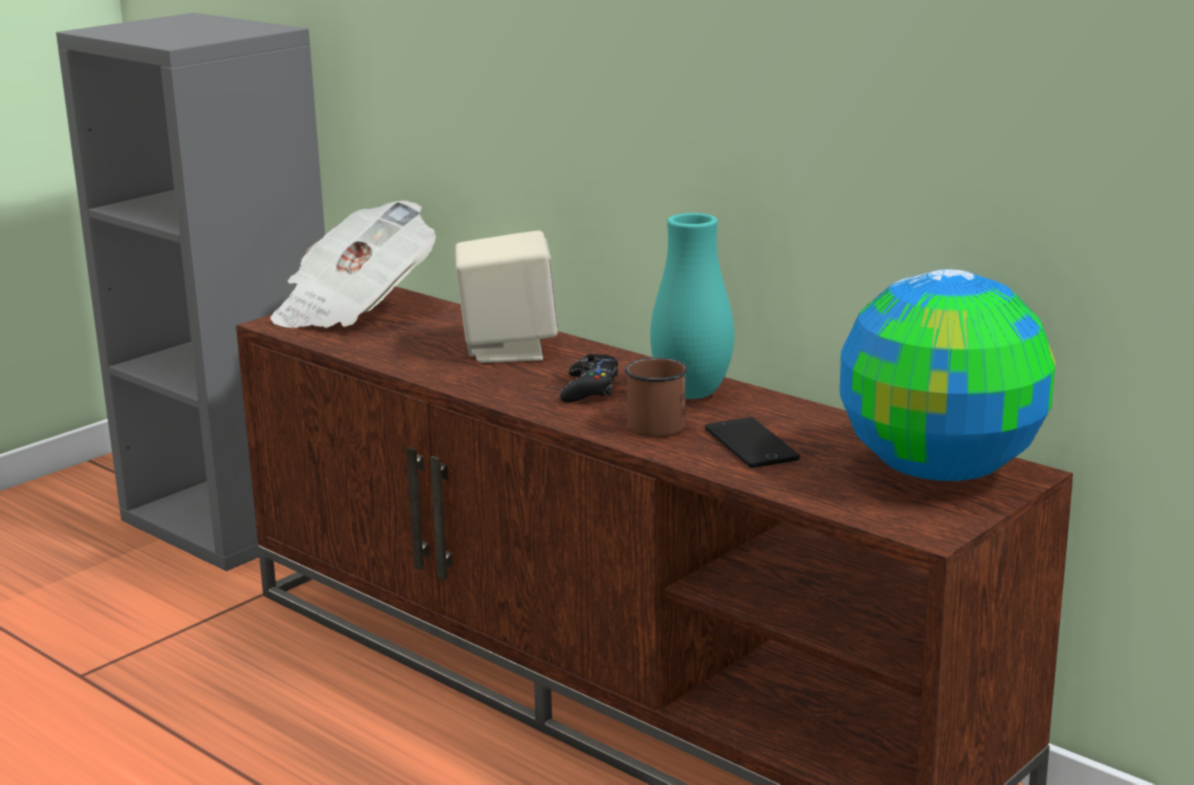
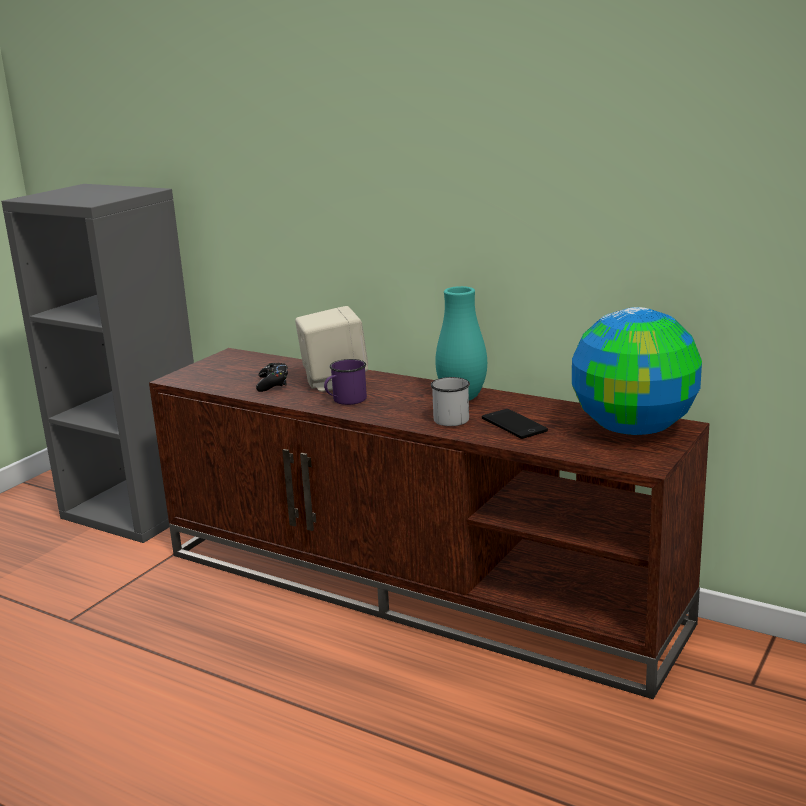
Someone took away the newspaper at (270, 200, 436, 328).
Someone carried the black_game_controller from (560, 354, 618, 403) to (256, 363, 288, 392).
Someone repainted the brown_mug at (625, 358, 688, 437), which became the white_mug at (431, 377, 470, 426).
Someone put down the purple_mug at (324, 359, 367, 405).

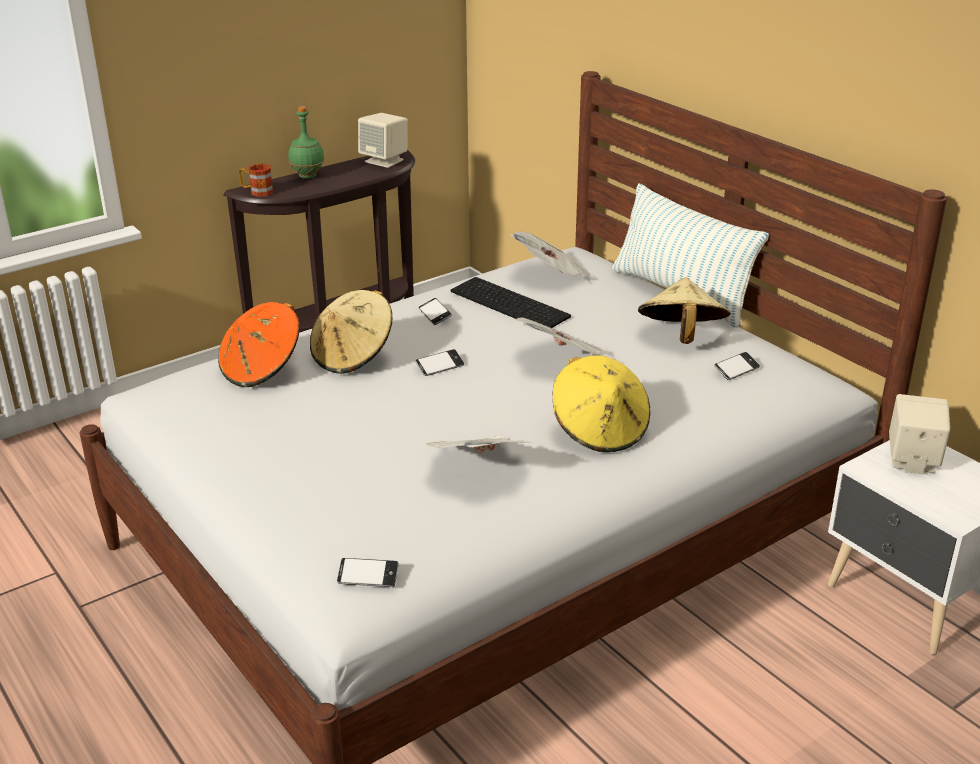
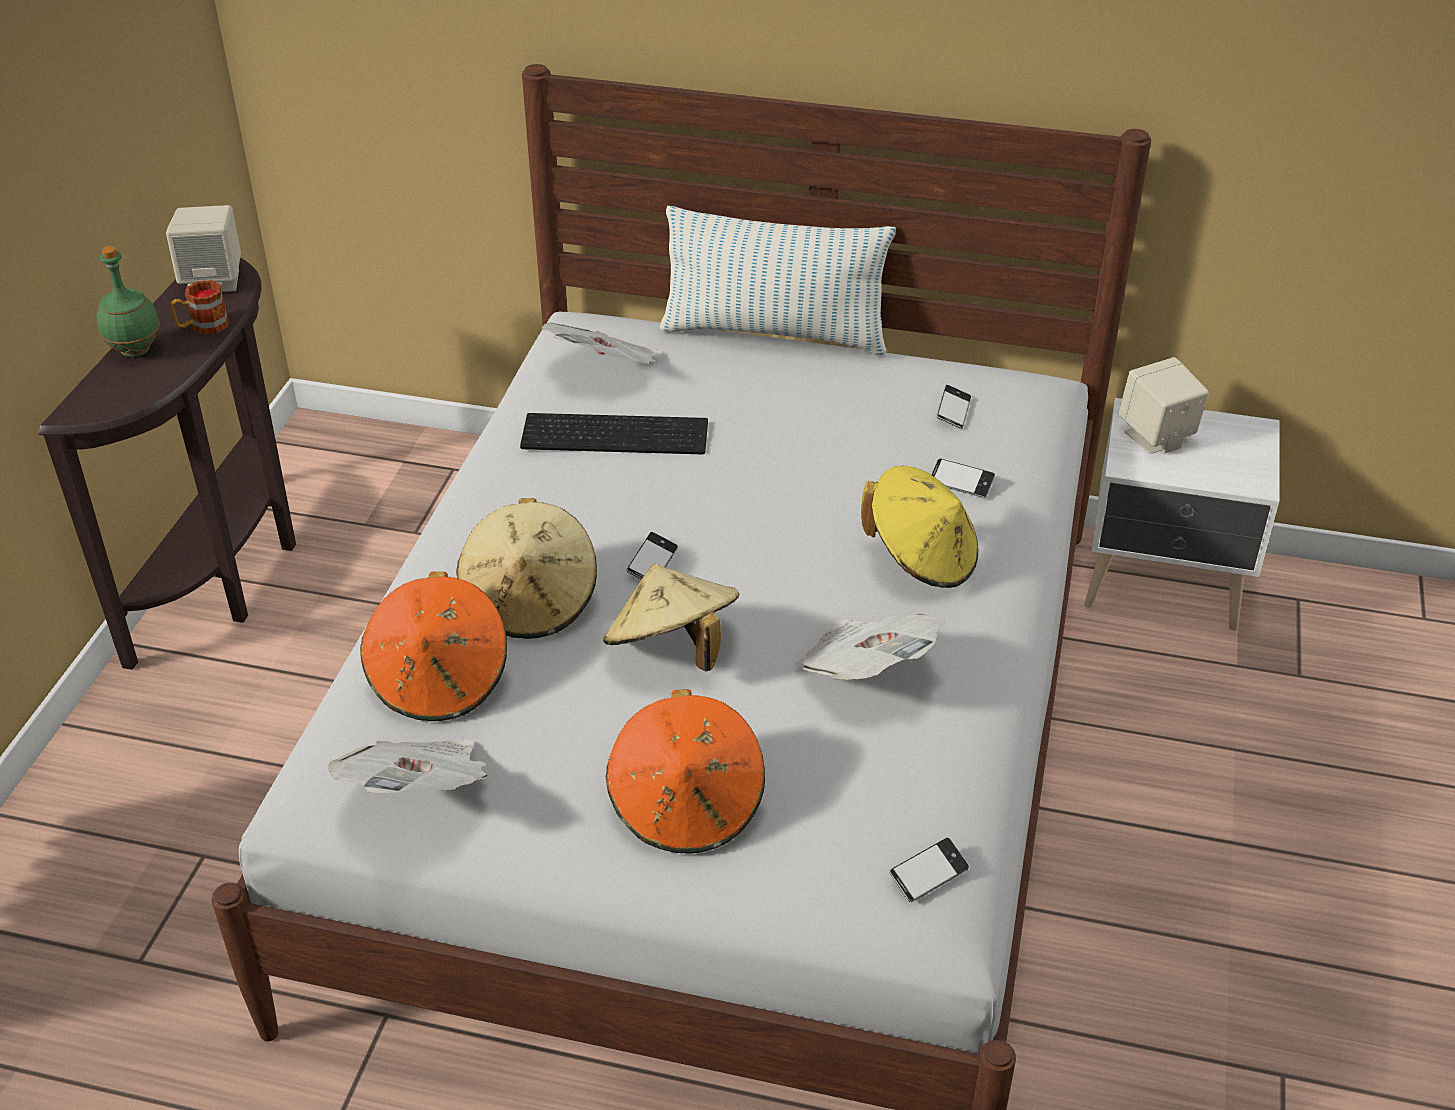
Someone carried the mug from (239, 164, 273, 197) to (170, 280, 229, 334).
Someone carried the phone from (419, 298, 452, 325) to (931, 459, 995, 498).
Someone carried the newspaper from (516, 317, 610, 356) to (328, 739, 487, 793).
Someone carried the beige_hat from (638, 277, 731, 344) to (603, 564, 739, 672).
Someone put down the orange_hat at (606, 689, 765, 854).

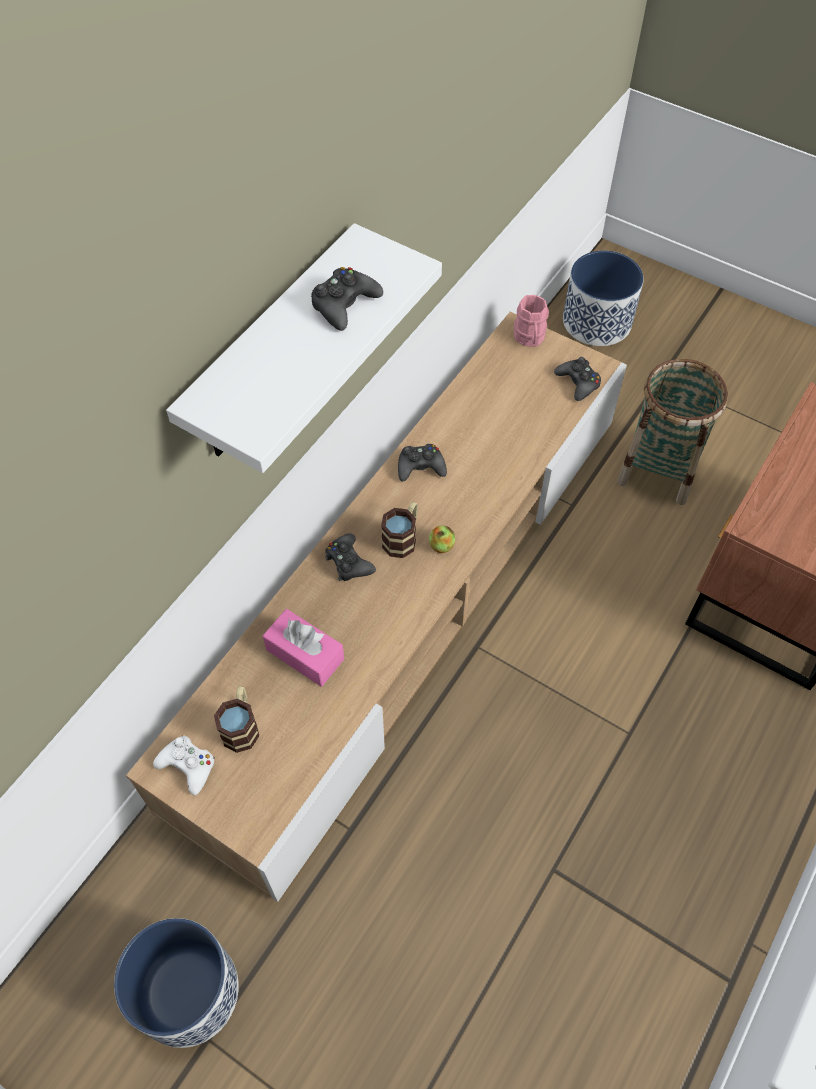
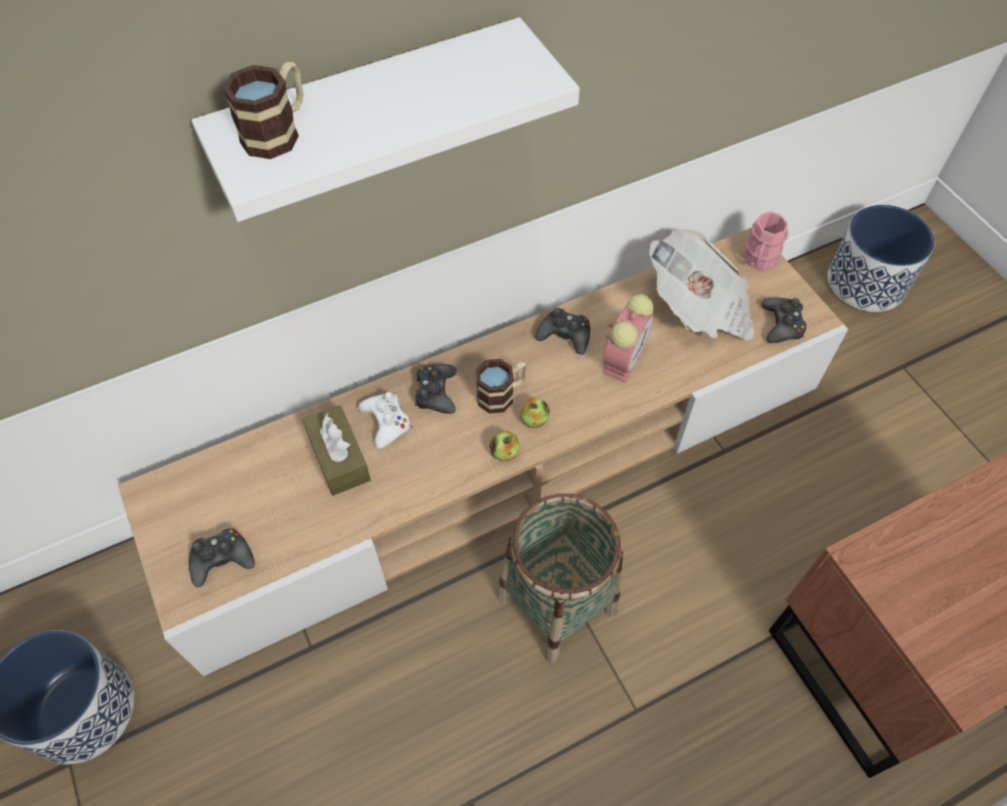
Someone carried the white_game_controller from (153, 736, 215, 795) to (358, 392, 412, 449).
Someone carried the mug from (214, 686, 259, 753) to (223, 62, 304, 159).
Someone repainted the pink_tissue_box at (263, 609, 344, 687), which became the brown_tissue_box at (302, 405, 371, 496).
Someone carried the black_game_controller from (311, 267, 383, 331) to (189, 529, 255, 587).
Someone carried the basket from (617, 359, 728, 505) to (497, 494, 623, 663).
Someone put down the apple at (489, 430, 520, 461).
Someone put down the alarm_clock at (603, 294, 654, 382).
Someone put down the newspaper at (649, 229, 755, 340).

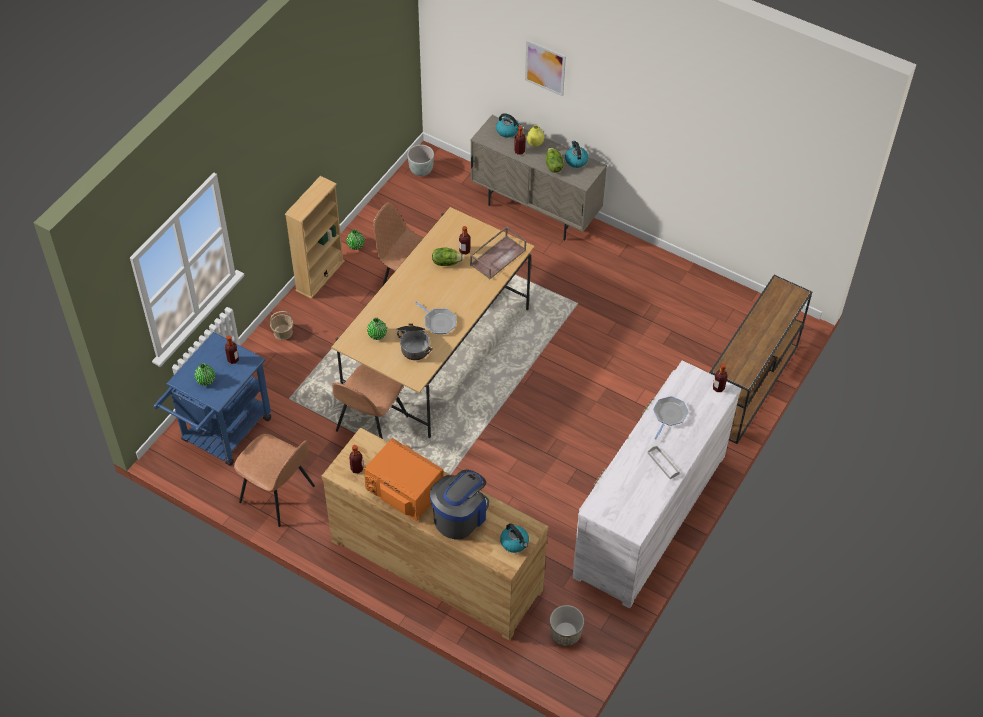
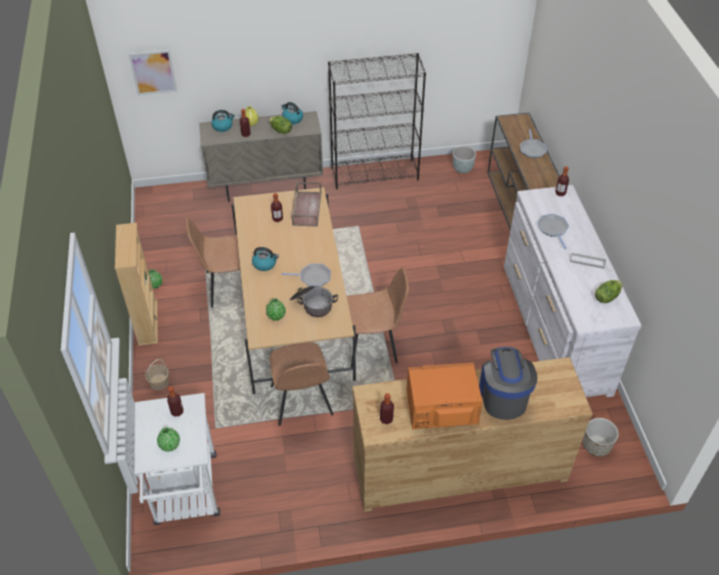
Someone repainted the blue_cart at (154, 332, 271, 466), which became the white_cart at (134, 393, 220, 525).
Someone carried the brown_chair from (234, 434, 315, 527) to (347, 267, 409, 367).
Someone carried the grey_planter from (407, 145, 434, 176) to (453, 146, 476, 173).
Someone carried the lettuce from (432, 247, 464, 266) to (595, 280, 623, 303).
Someone carried the kettle from (500, 523, 529, 553) to (252, 247, 279, 271).
Someone carried the picture from (525, 40, 566, 96) to (128, 50, 177, 95).
Someone put down the black_bookcase at (328, 53, 426, 189).
Someone put down the frying_pan at (520, 129, 547, 158).

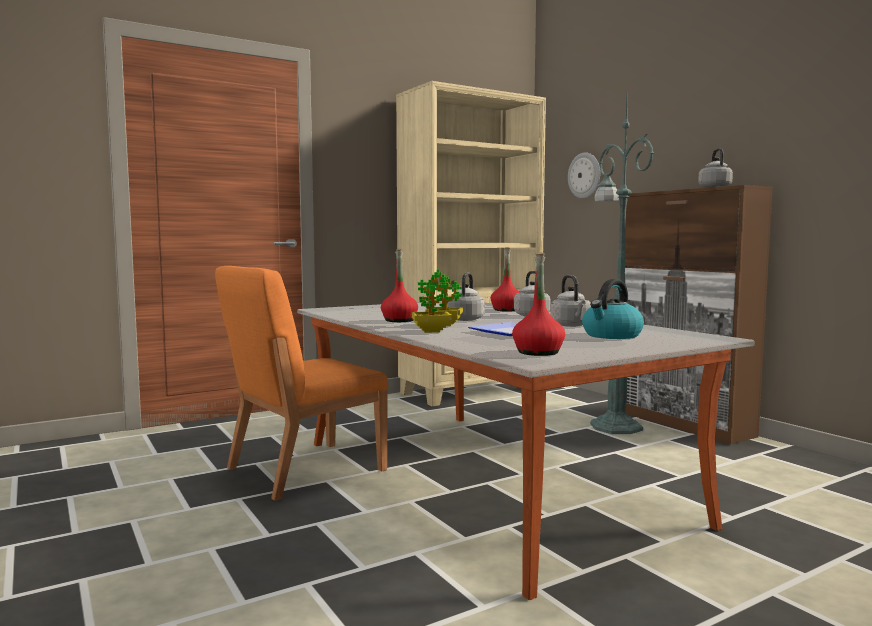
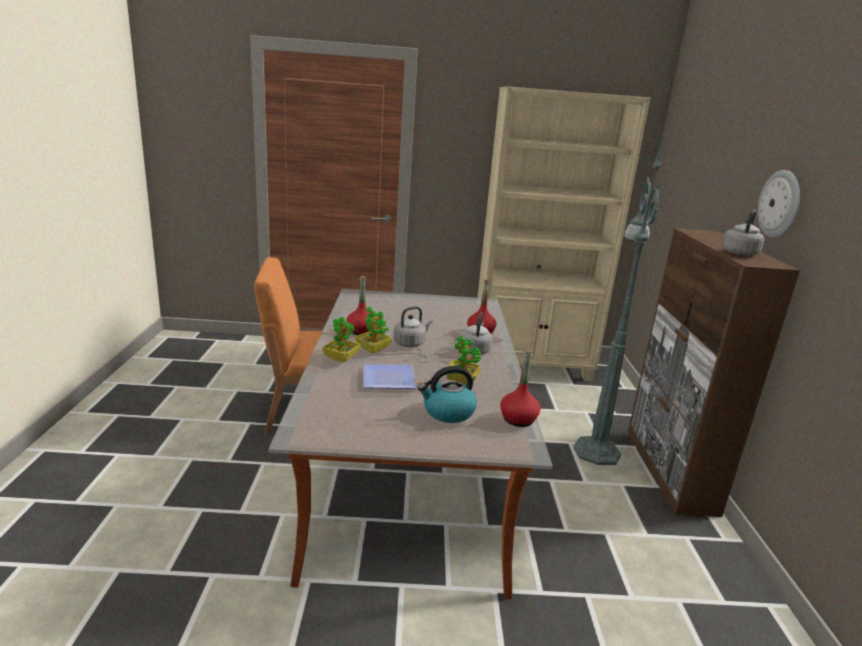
Someone carried the red_bottle from (512, 252, 565, 356) to (500, 349, 541, 427).
Someone swapped the grey_kettle at (550, 275, 591, 327) for the potted_plant at (447, 336, 481, 385).
Someone carried the wall_clock from (568, 152, 600, 198) to (757, 170, 800, 238).

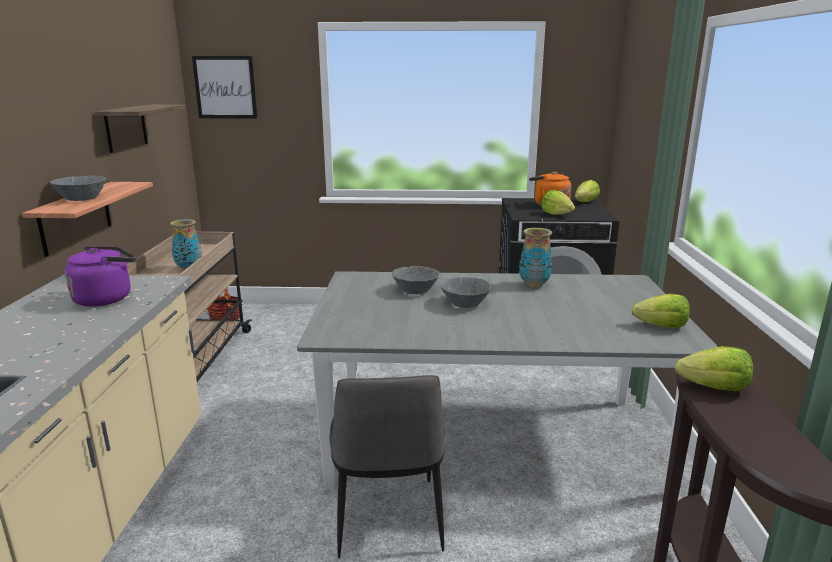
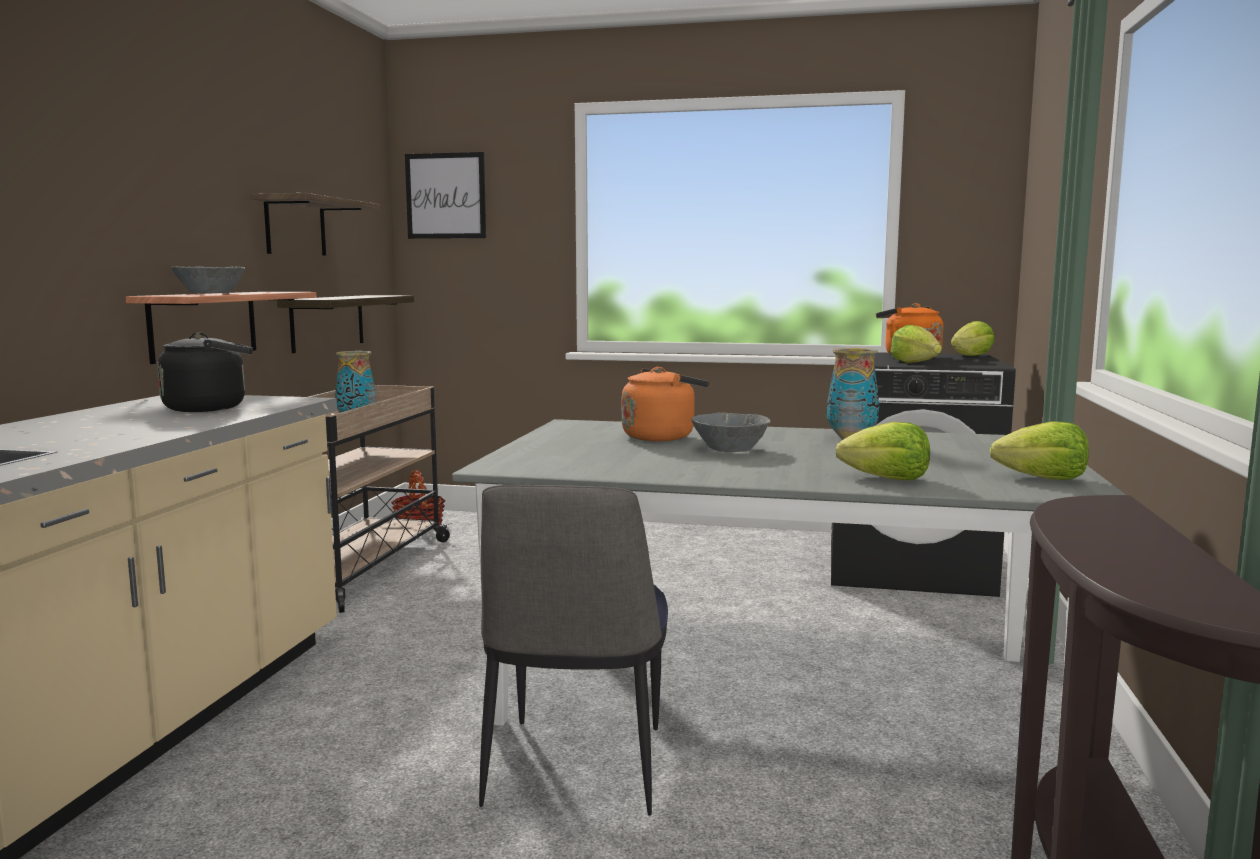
Someone repainted the purple_kettle at (65, 246, 136, 307), which became the black_kettle at (157, 333, 253, 412).
Someone swapped the grey_bowl at (392, 266, 439, 294) for the orange_kettle at (622, 367, 709, 441).
Someone carried the lettuce from (675, 346, 753, 391) to (836, 422, 930, 481).
Someone put up the shelf at (277, 295, 414, 353).

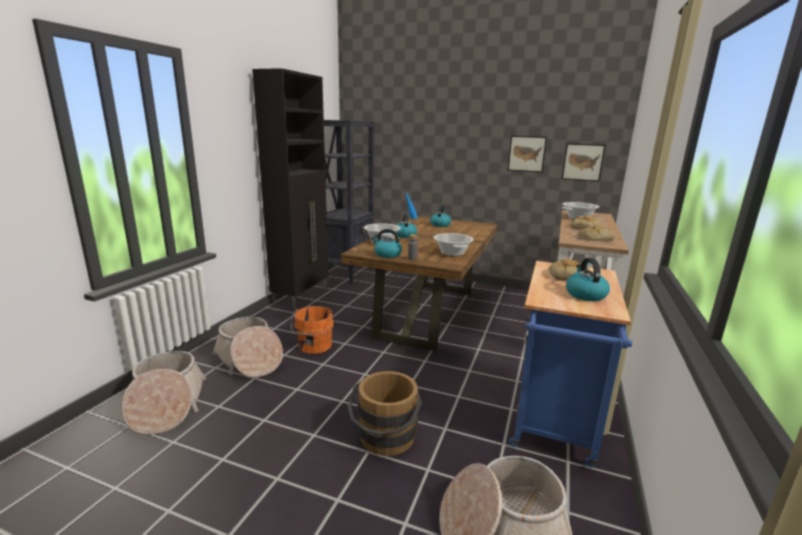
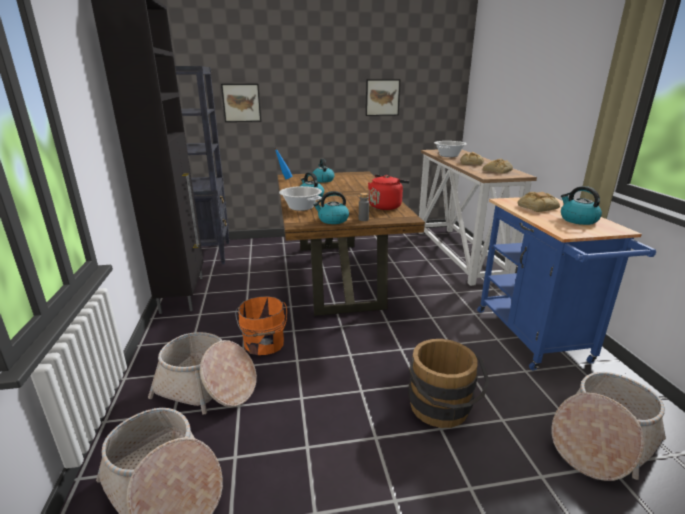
Someone swapped the cooking_pot at (433, 233, 474, 256) for the red_kettle at (368, 175, 410, 210).
Someone carried the picture from (562, 143, 606, 182) to (221, 84, 261, 122).

